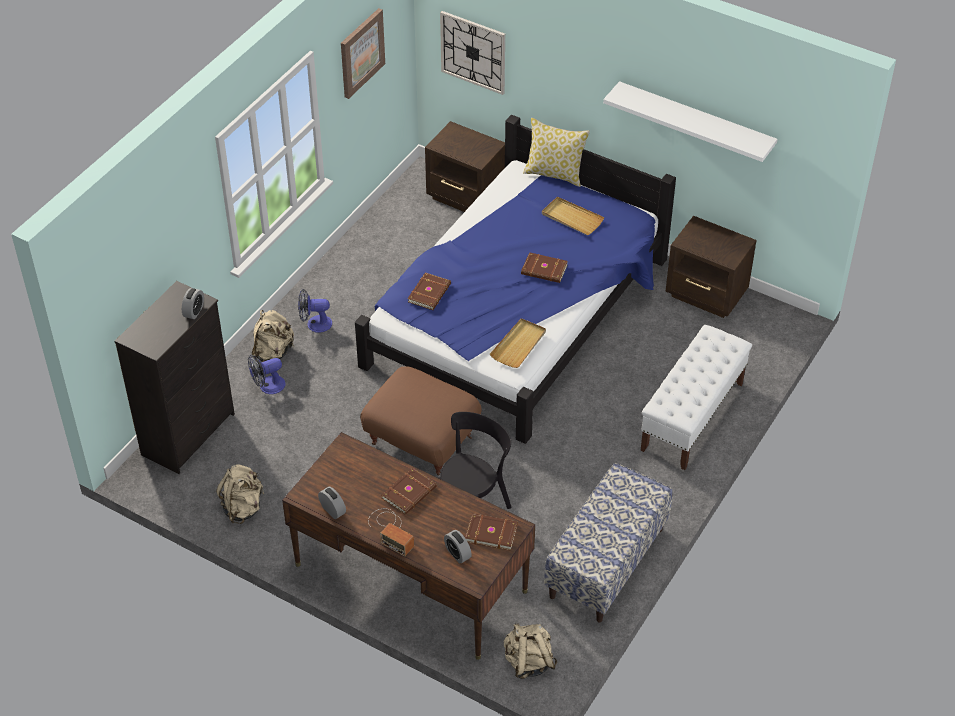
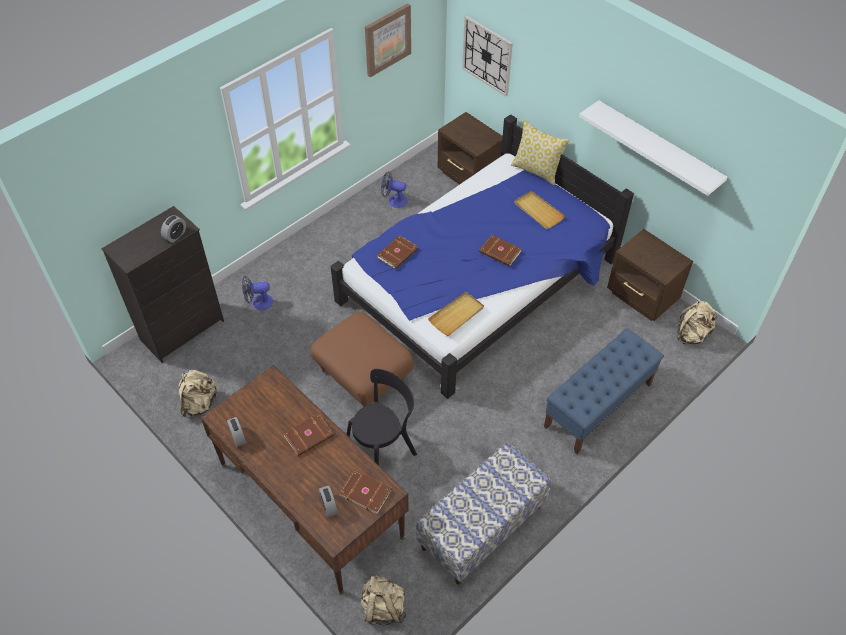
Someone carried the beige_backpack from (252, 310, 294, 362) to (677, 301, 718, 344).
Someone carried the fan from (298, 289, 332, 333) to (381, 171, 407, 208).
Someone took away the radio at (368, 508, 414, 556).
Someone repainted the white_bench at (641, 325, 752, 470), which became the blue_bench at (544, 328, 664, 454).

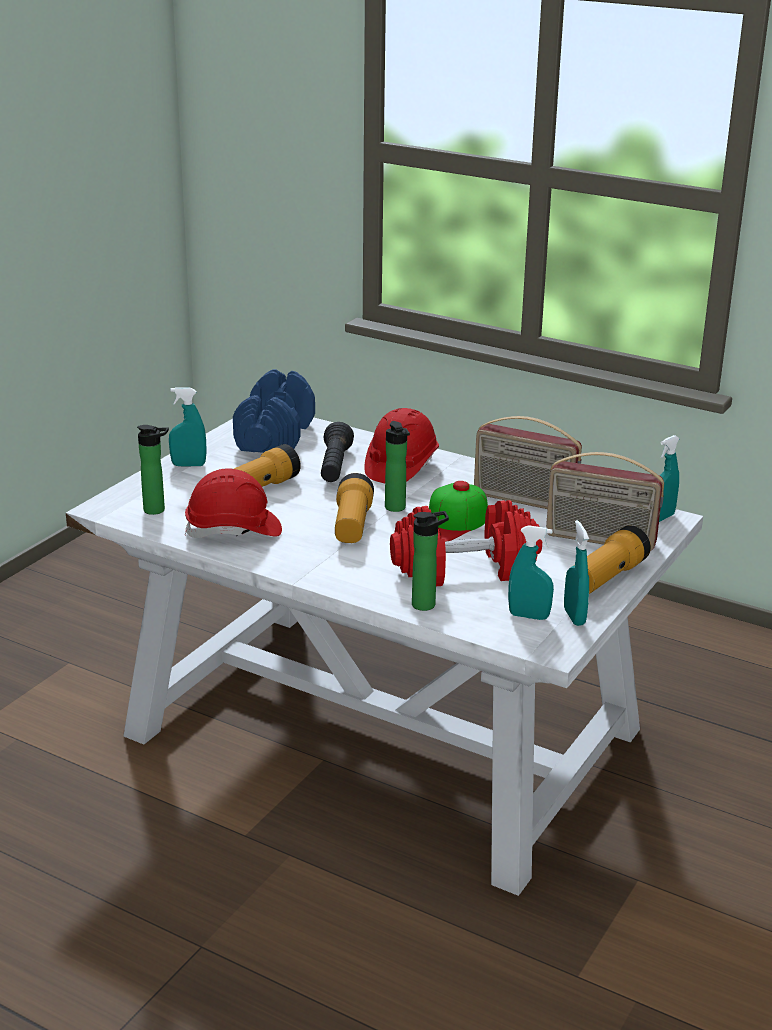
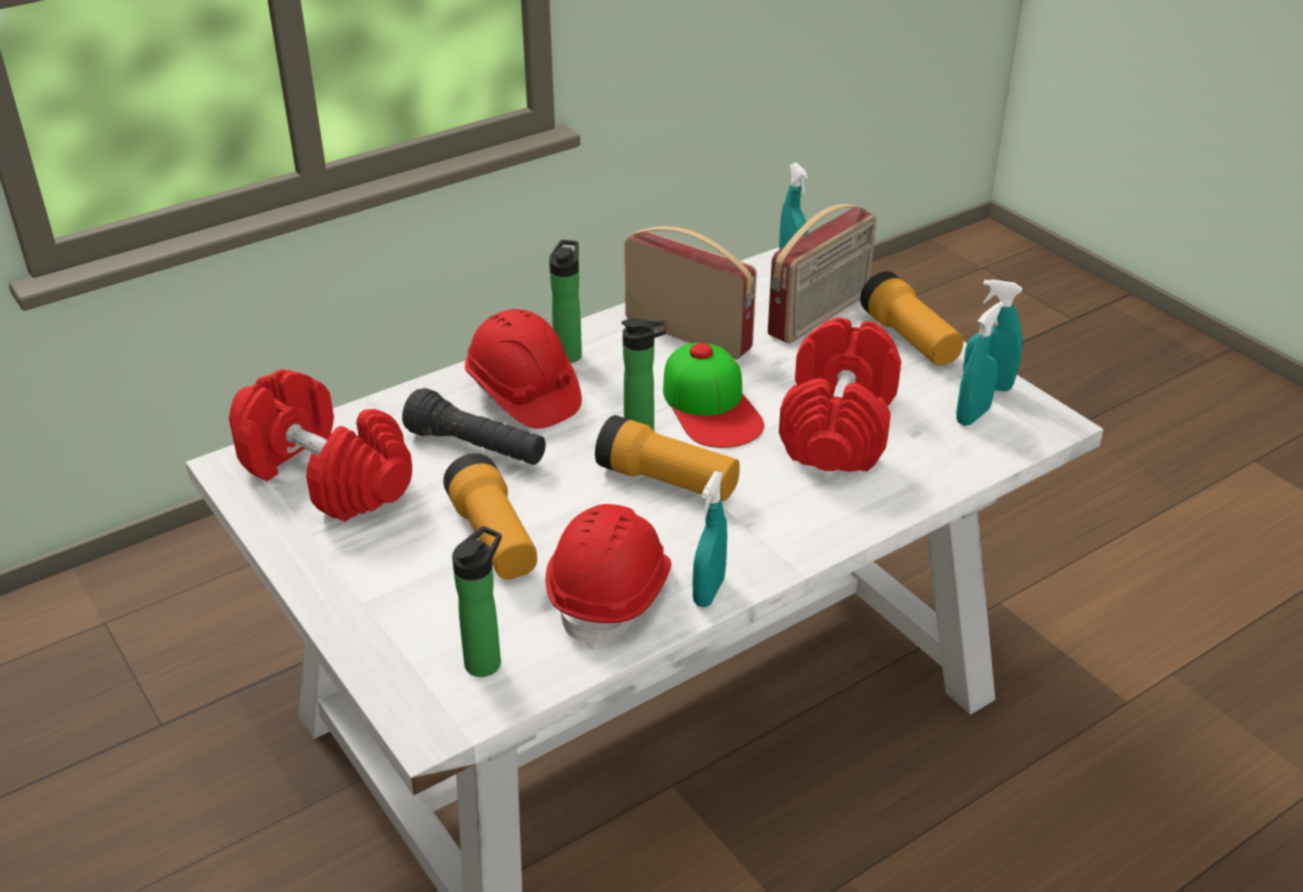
Someone carried the turquoise_spray_bottle from (169, 387, 206, 467) to (693, 471, 727, 607).
Someone repainted the blue_dumbbell at (233, 369, 315, 453), which became the red_dumbbell at (229, 369, 412, 522).
Someone carried the bottle from (412, 511, 449, 611) to (549, 240, 582, 363).
Someone rotated the radio at (474, 416, 582, 509) by 105 degrees counterclockwise.

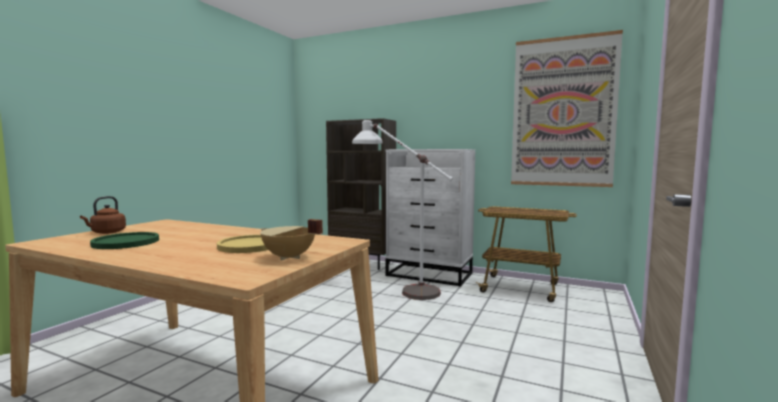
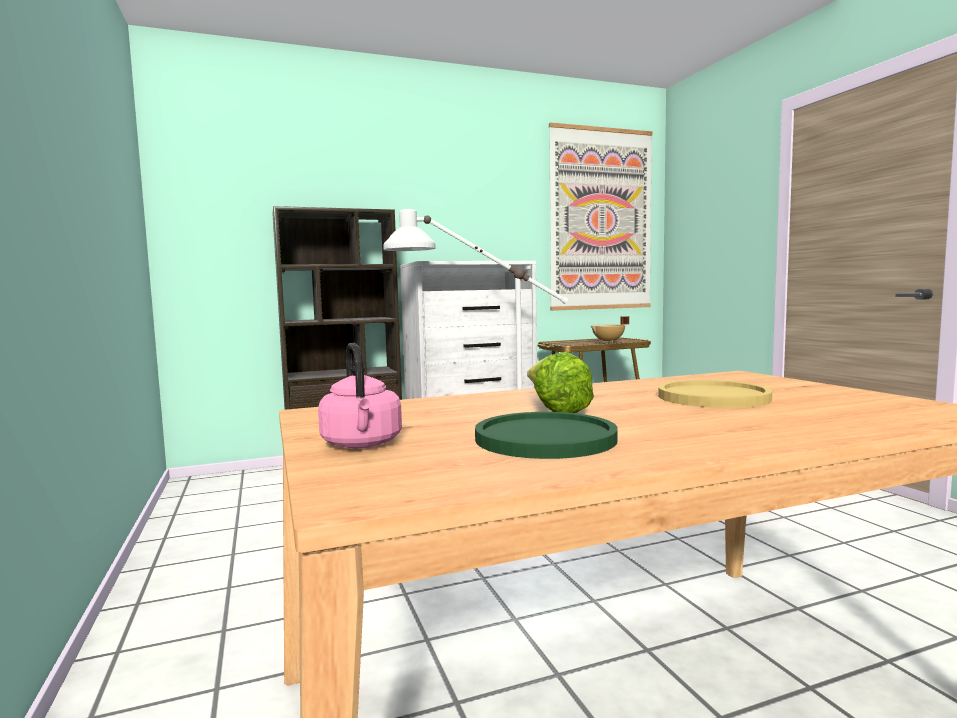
Someone repainted the brown_kettle at (80, 196, 126, 234), which became the pink_kettle at (318, 343, 402, 448).
Someone carried the beige_cooking_pot from (260, 219, 323, 261) to (590, 316, 629, 343).
Someone put down the lettuce at (527, 351, 594, 413).

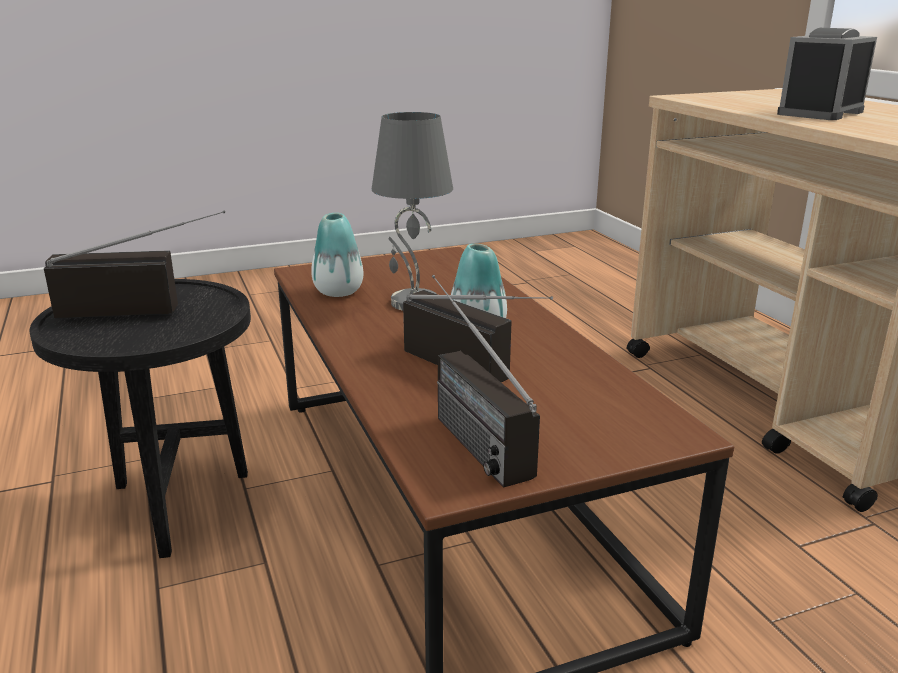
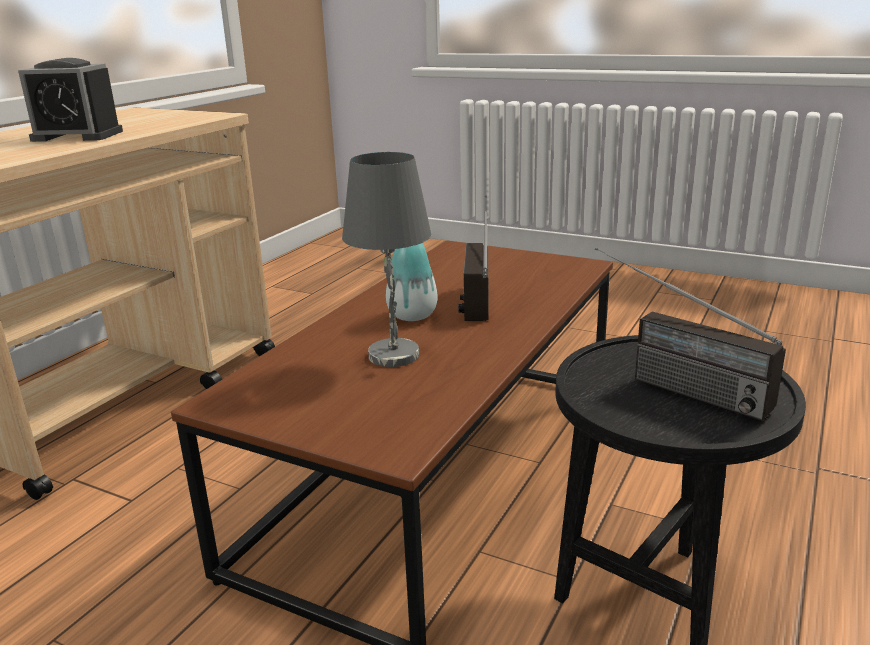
Someone took away the vase at (311, 213, 363, 297).
Someone took away the radio at (432, 275, 540, 488).

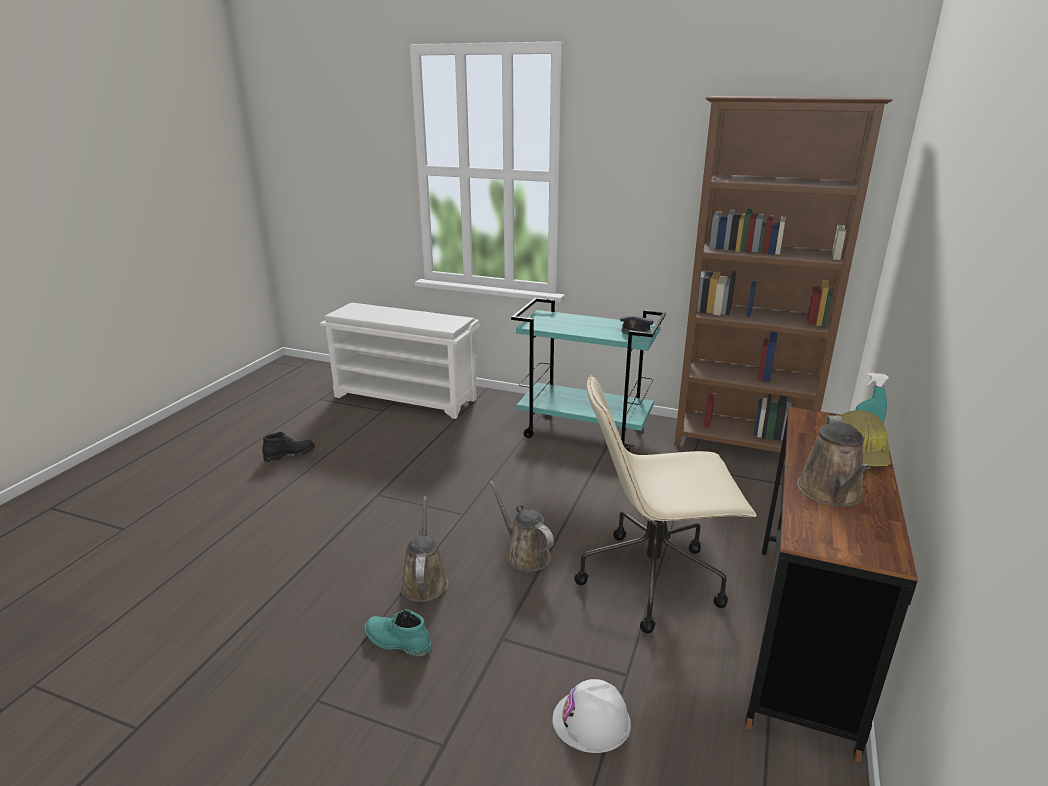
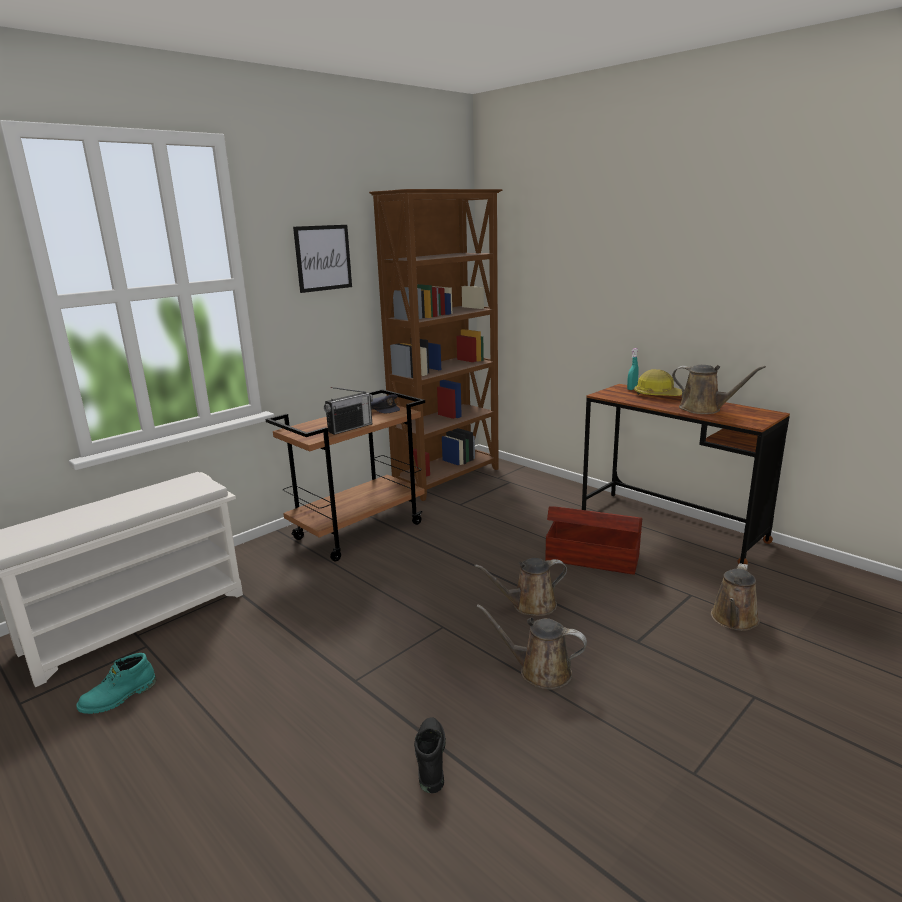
Someone carried the black_boot from (262, 432, 315, 462) to (414, 717, 446, 793).
Someone carried the turquoise_boot from (365, 609, 432, 657) to (76, 653, 156, 714).
Someone repainted the turquoise_cart at (511, 298, 666, 452), which became the brown_cart at (265, 389, 425, 561).
Someone swapped the white_hard_hat at (553, 679, 631, 753) for the brown_watering_can at (711, 563, 760, 631).
Someone swapped the beige_office_chair at (574, 375, 757, 633) for the brown_storage_box at (546, 506, 642, 575).
Someone put up the picture at (293, 225, 352, 293).
Someone put down the radio at (324, 387, 373, 435).

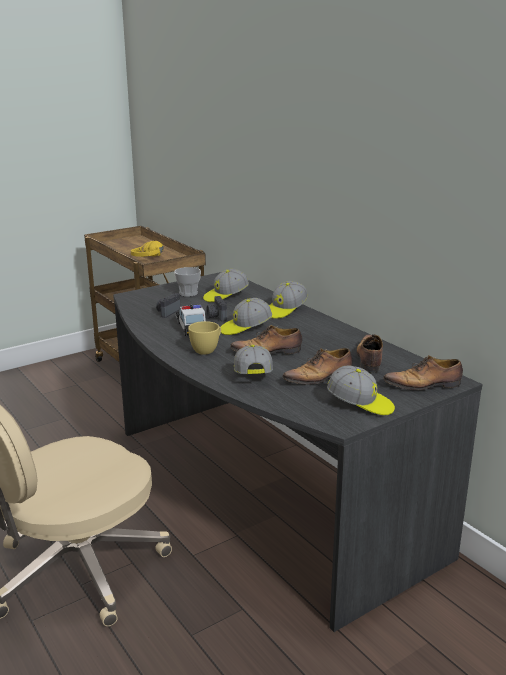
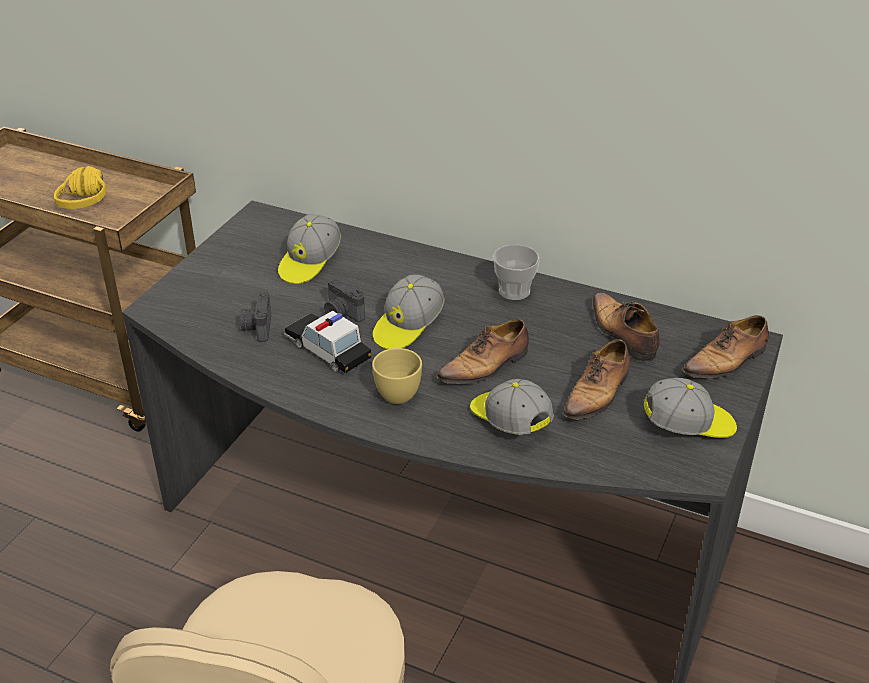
Someone carried the cup from (174, 267, 201, 297) to (493, 245, 540, 300).
Someone took away the cap at (269, 281, 308, 319).

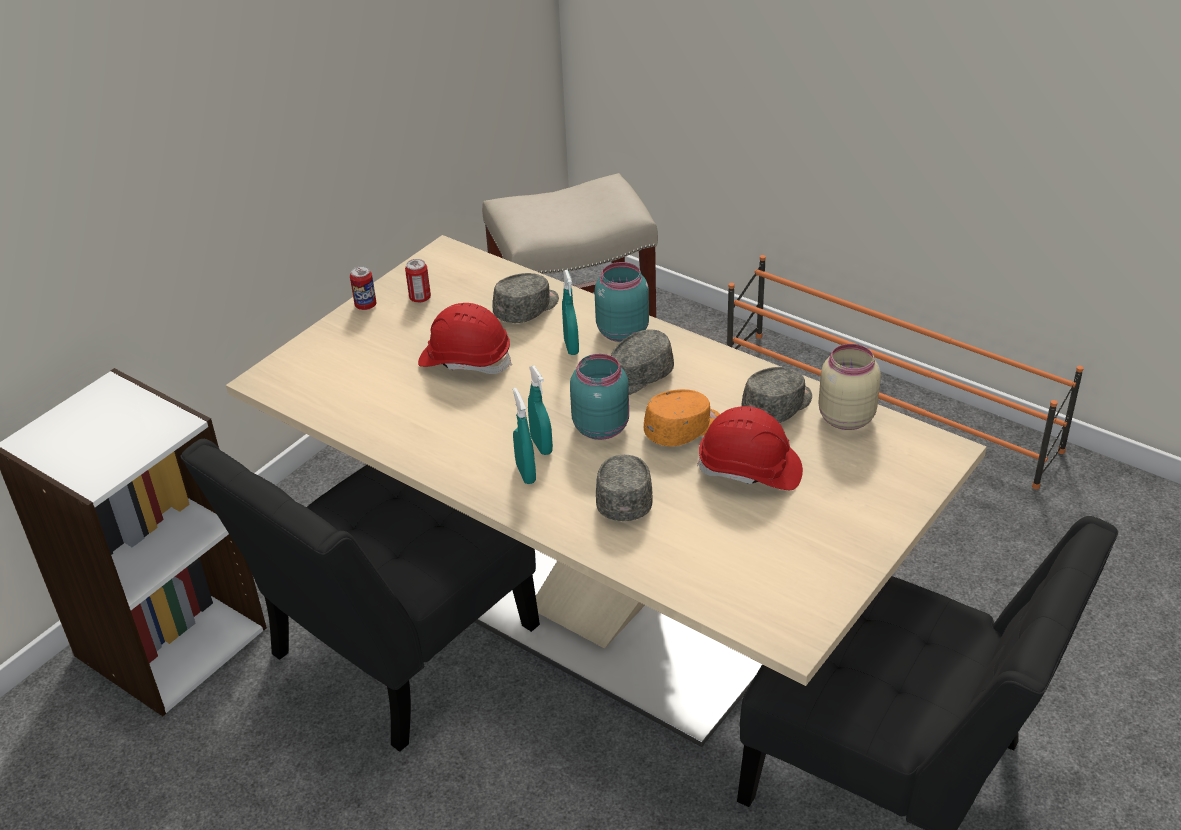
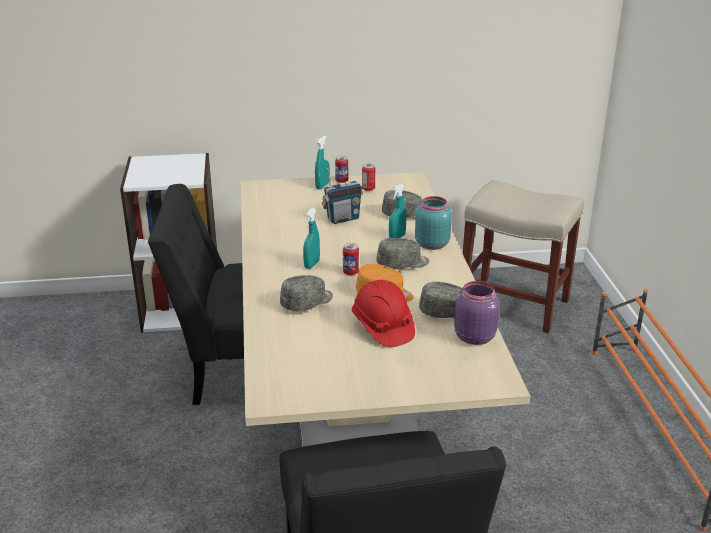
Someone swapped the red_hard_hat at (418, 303, 512, 374) for the radio at (322, 168, 363, 224).
Someone carried the turquoise_spray_bottle from (513, 387, 536, 484) to (315, 135, 330, 189).
Someone swapped the turquoise_jar at (570, 354, 629, 440) for the can at (343, 243, 359, 275).
Someone rotated the grey_cap at (611, 329, 674, 395) by 150 degrees clockwise.
Someone repainted the beige_jar at (818, 344, 881, 430), which became the purple_jar at (454, 281, 500, 345).

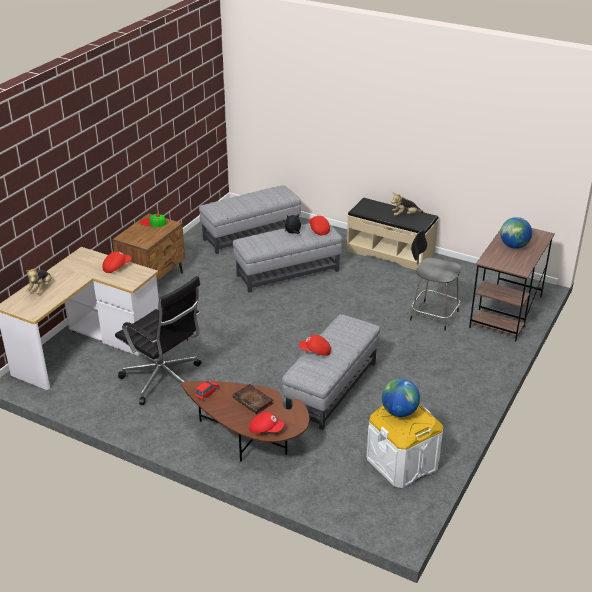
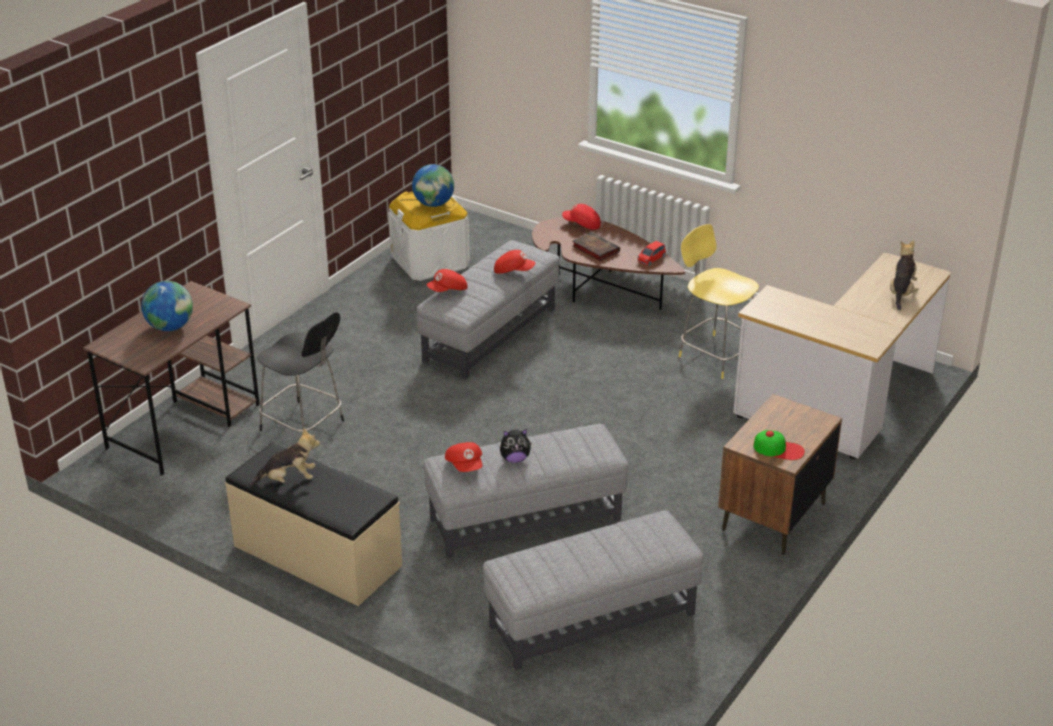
Someone carried the red_cap from (102, 251, 131, 273) to (426, 269, 468, 292).
Someone swapped the black_office_chair at (115, 276, 201, 405) for the yellow_stool at (679, 224, 759, 379).

